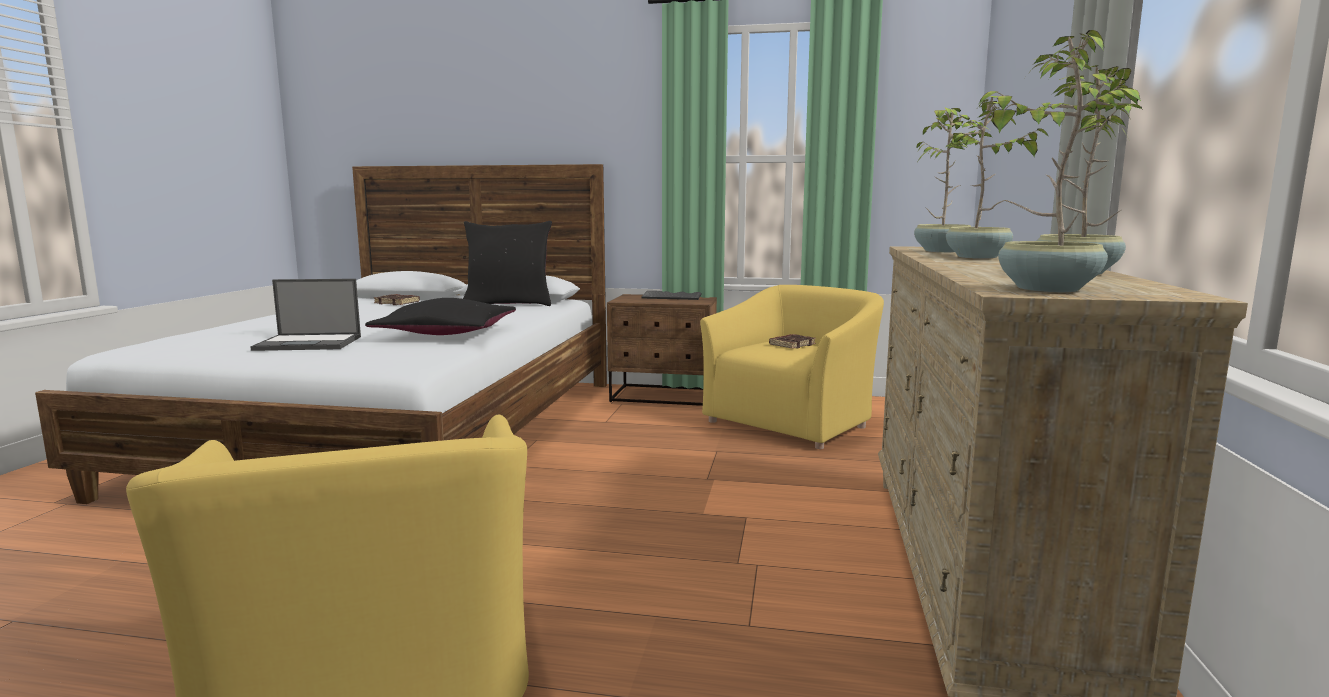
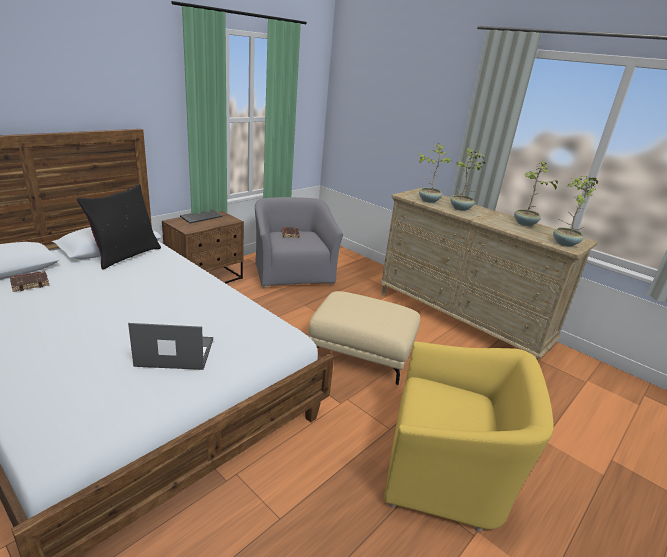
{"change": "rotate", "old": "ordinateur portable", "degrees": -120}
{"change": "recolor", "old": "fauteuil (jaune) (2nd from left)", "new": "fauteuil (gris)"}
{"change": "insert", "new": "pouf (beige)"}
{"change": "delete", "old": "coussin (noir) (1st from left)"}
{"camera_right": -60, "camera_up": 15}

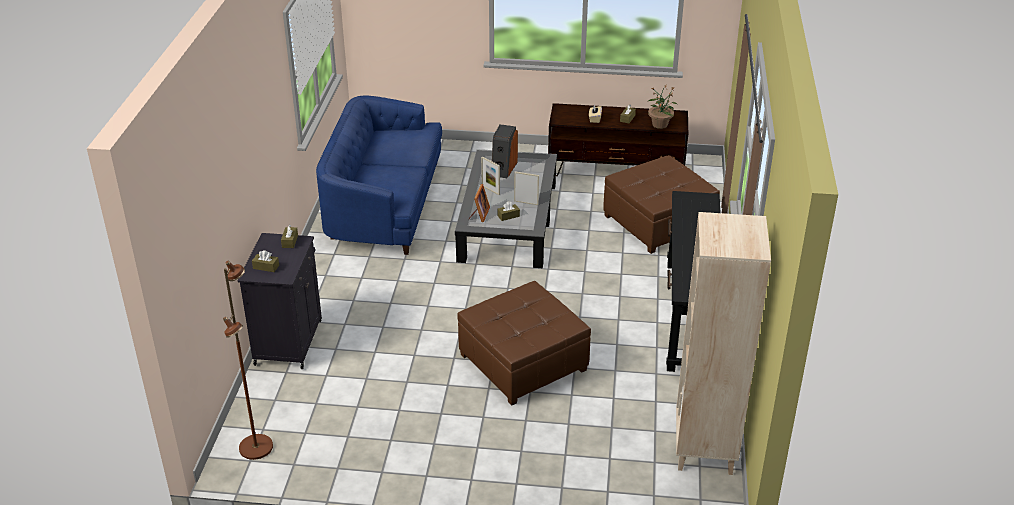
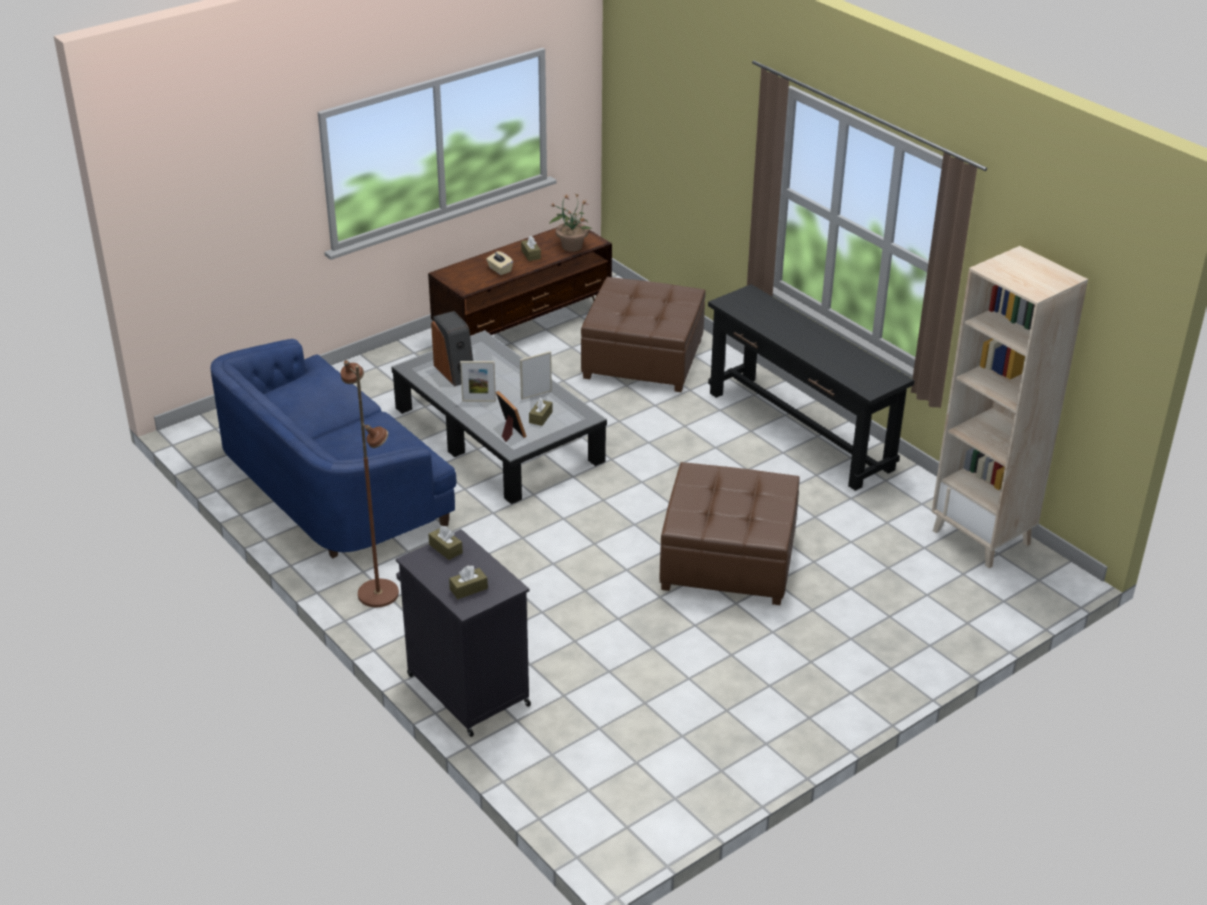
{"change": "move", "old": "lampadaire (marron)"}
{"camera_right": -45, "camera_up": 0}

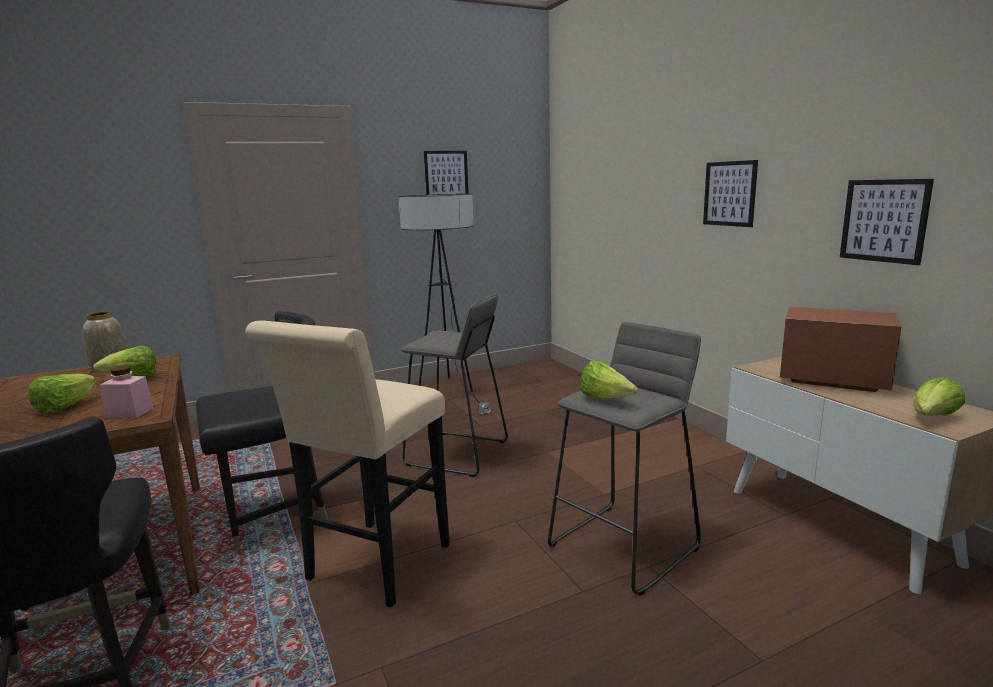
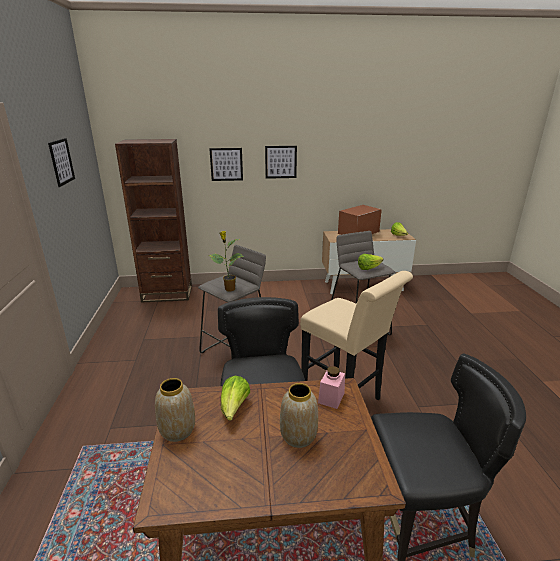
{"change": "insert", "new": "bibliothèque (marron)"}
{"change": "move", "old": "tableau (3rd from left in the first image)", "new": "tableau (2nd from left)"}
{"change": "insert", "new": "plante en pot"}
{"change": "replace", "old": "laitue (1st from left)", "new": "vase (2nd from left)"}
{"change": "delete", "old": "lampadaire"}
{"camera_right": -70, "camera_up": 10}

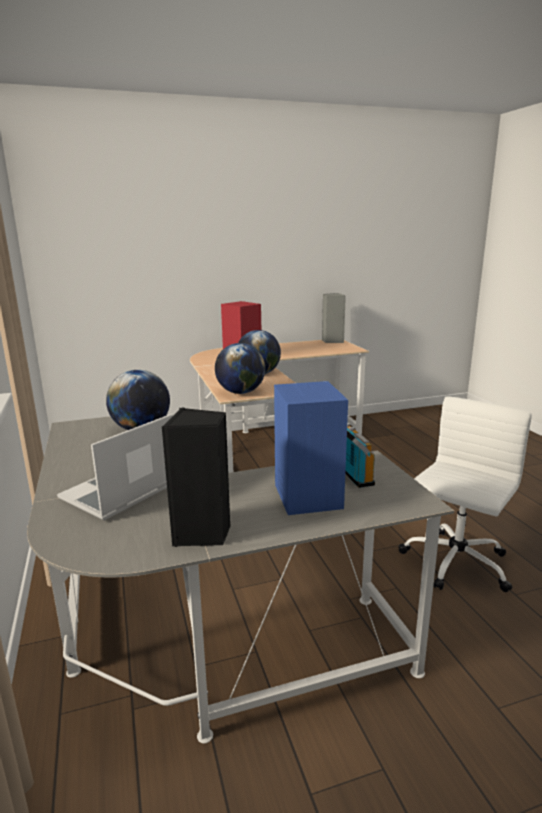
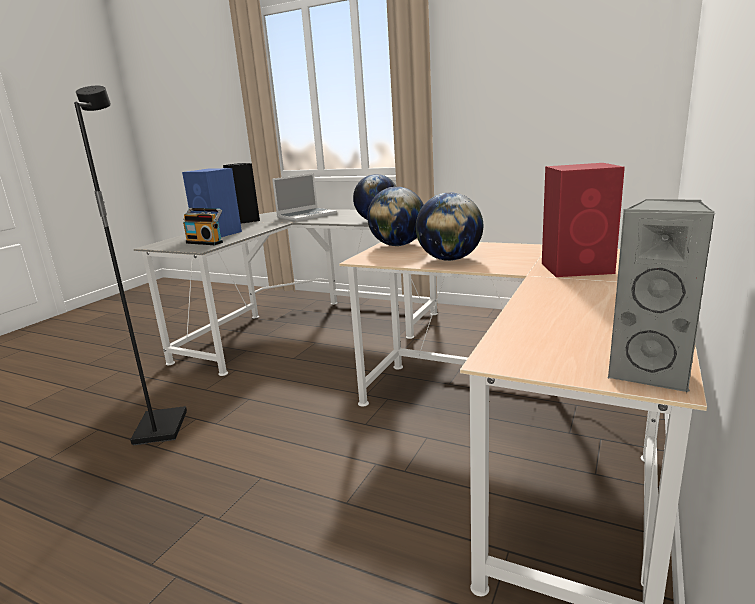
{"change": "replace", "old": "chaise de bureau (blanc)", "new": "lampadaire (noir)"}
{"change": "rotate", "old": "ordinateur portable", "degrees": 60}
{"camera_right": 135, "camera_up": 0}

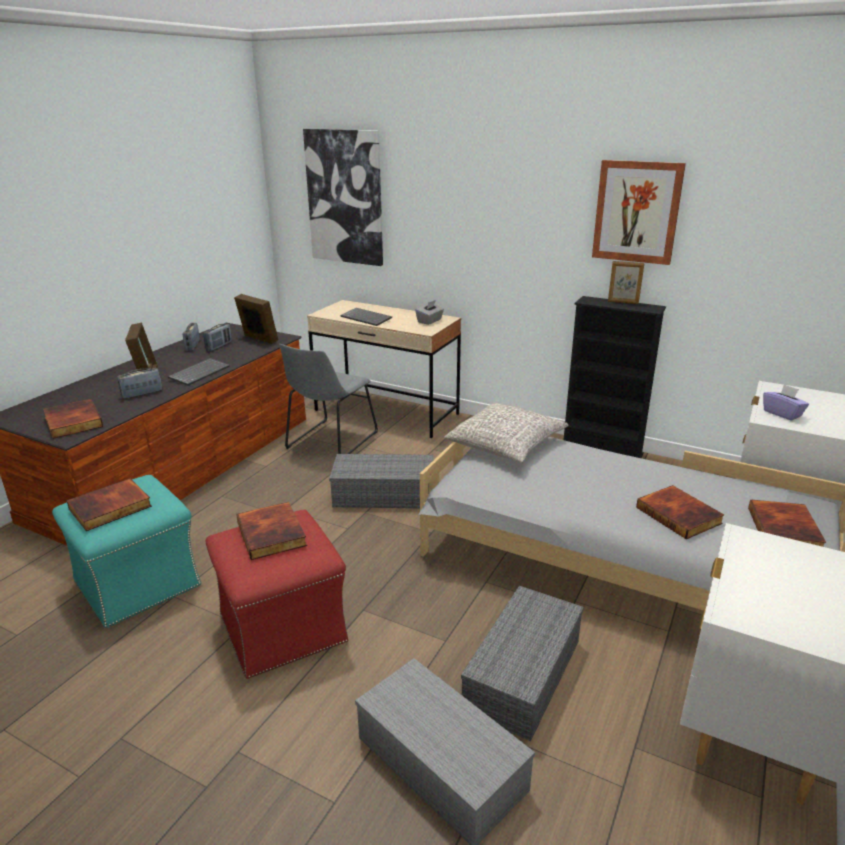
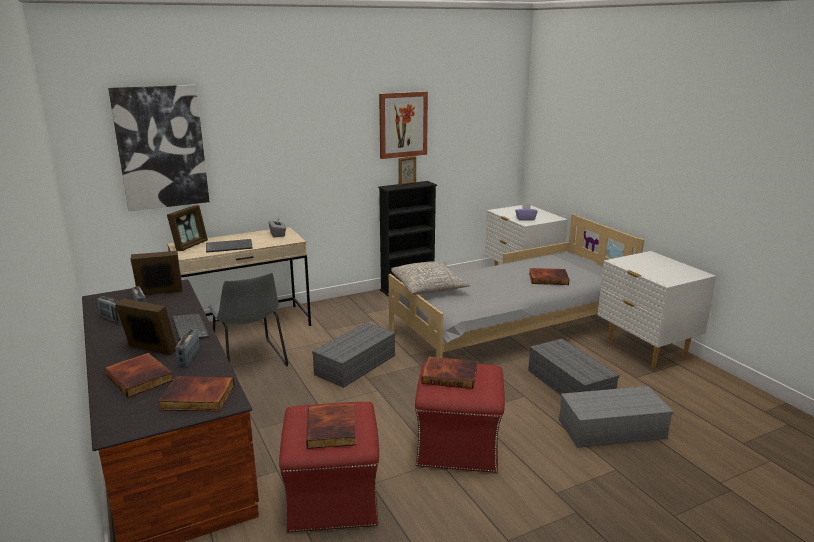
{"change": "move", "old": "livre (5th from left in the first image)", "new": "livre (1st from left)"}
{"change": "insert", "new": "cadre photo (3rd from left)"}
{"change": "recolor", "old": "pouf (turquoise)", "new": "pouf (rouge) (1st from left)"}
{"camera_right": -55, "camera_up": -5}

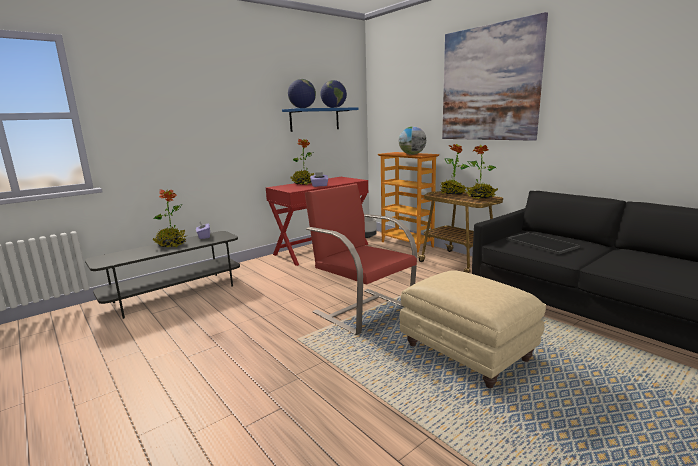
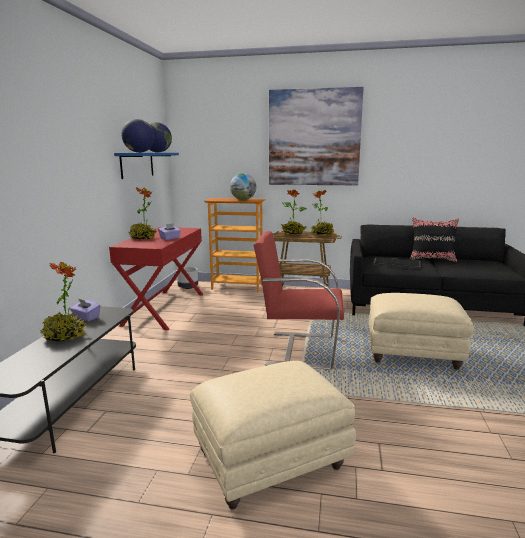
{"change": "insert", "new": "pouf (beige) (1st from left)"}
{"change": "insert", "new": "coussin (noir)"}
{"camera_right": -40, "camera_up": 0}

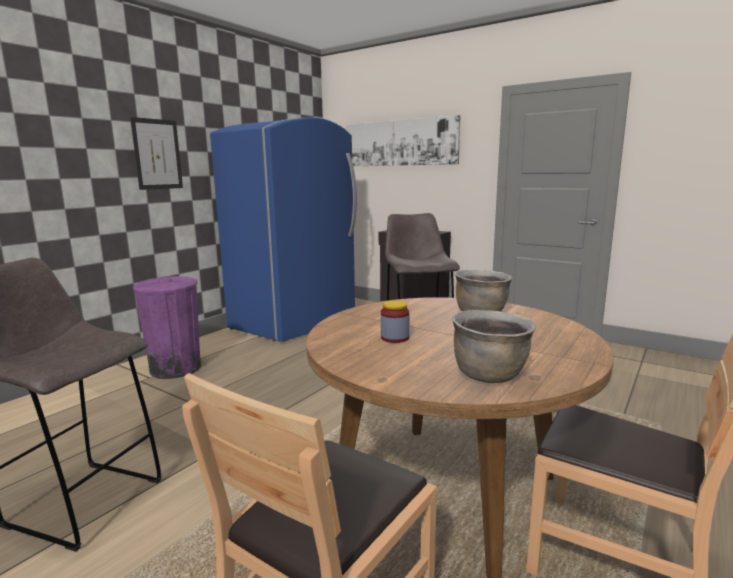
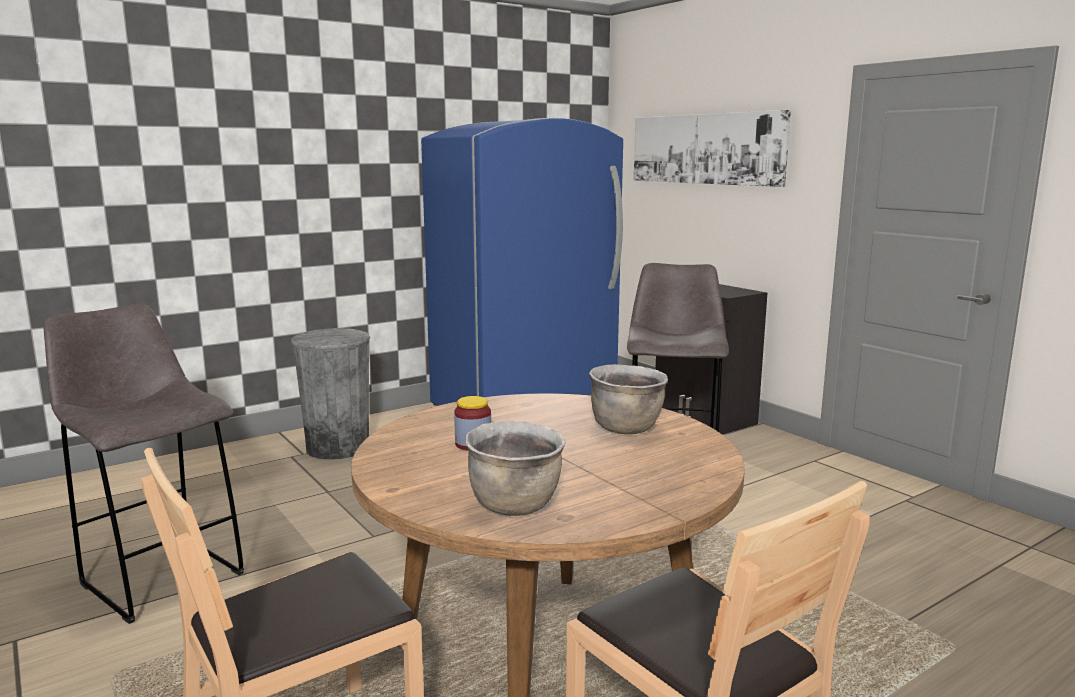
{"change": "recolor", "old": "poubelle (violet)", "new": "poubelle (gris)"}
{"change": "delete", "old": "tableau (1st from left)"}
{"camera_right": 20, "camera_up": 0}

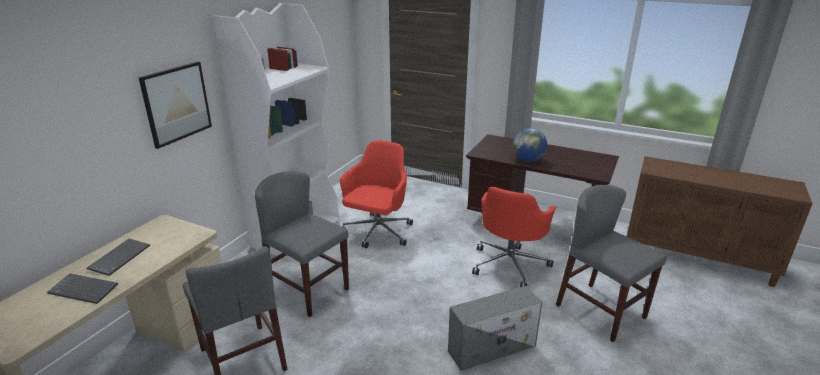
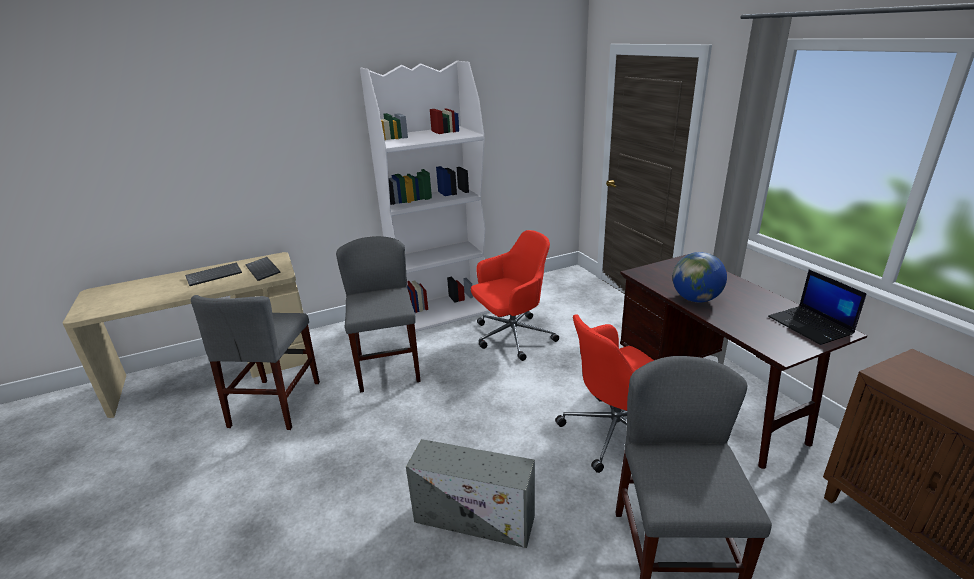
{"change": "move", "old": "clavier (1st from left in the first image)", "new": "clavier (2nd from left)"}
{"change": "insert", "new": "ordinateur portable"}
{"change": "delete", "old": "tableau"}
{"camera_right": 40, "camera_up": 0}

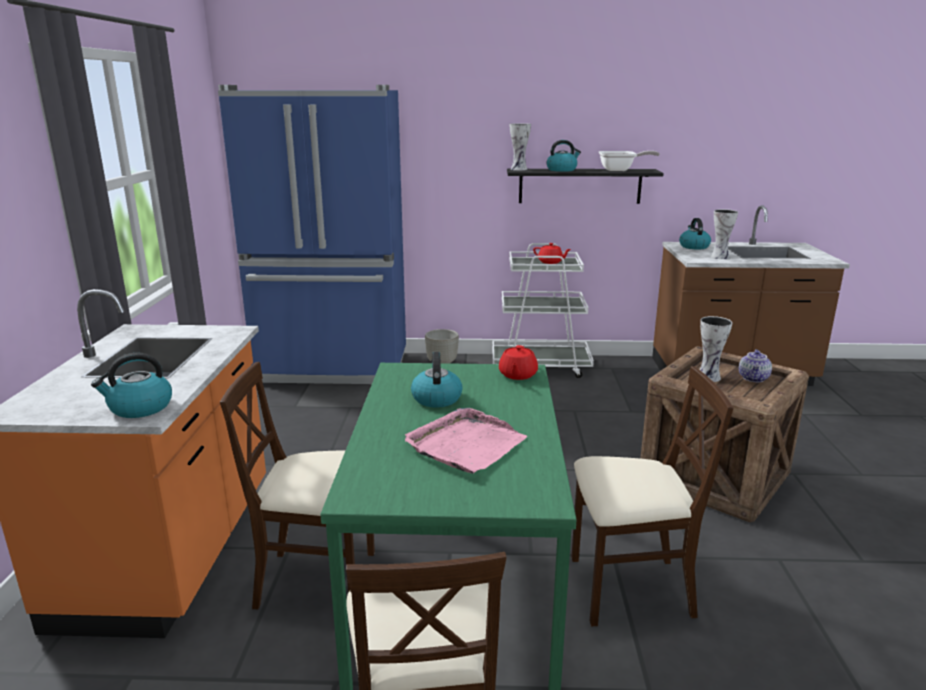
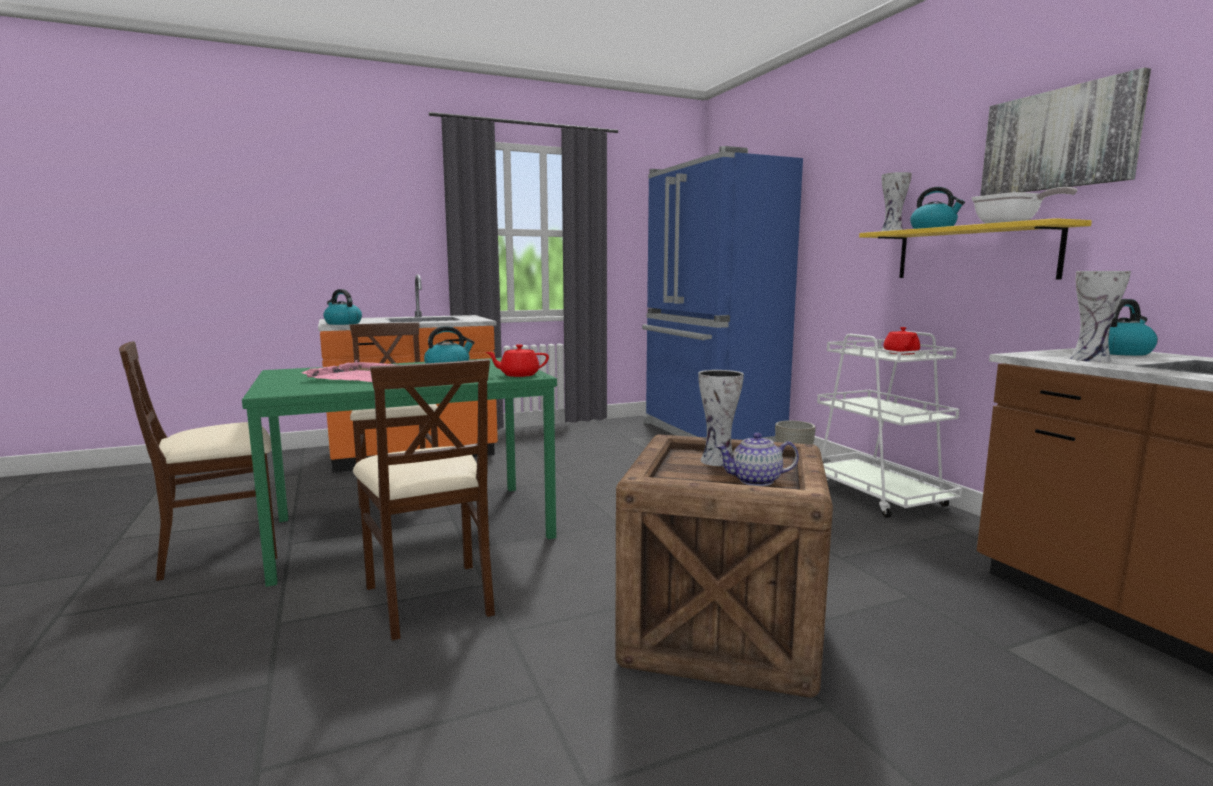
{"change": "recolor", "old": "étagère (noir)", "new": "étagère (jaune)"}
{"change": "insert", "new": "tableau"}
{"camera_right": 65, "camera_up": -10}

